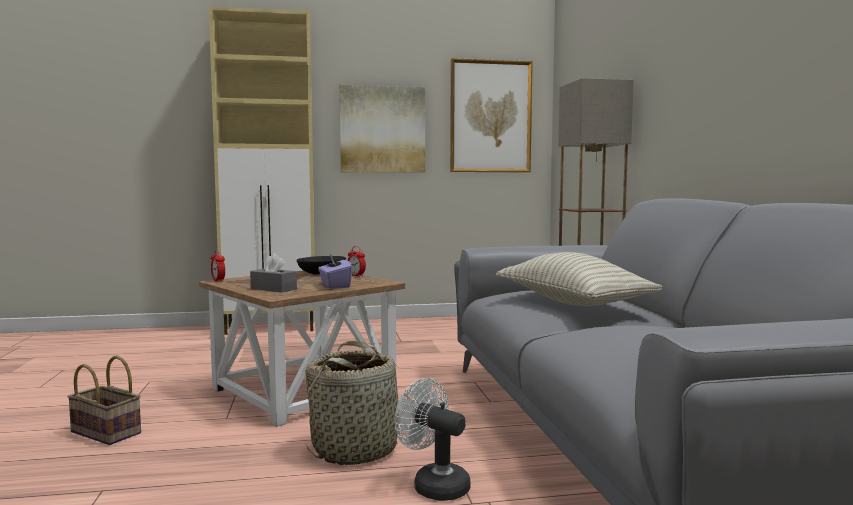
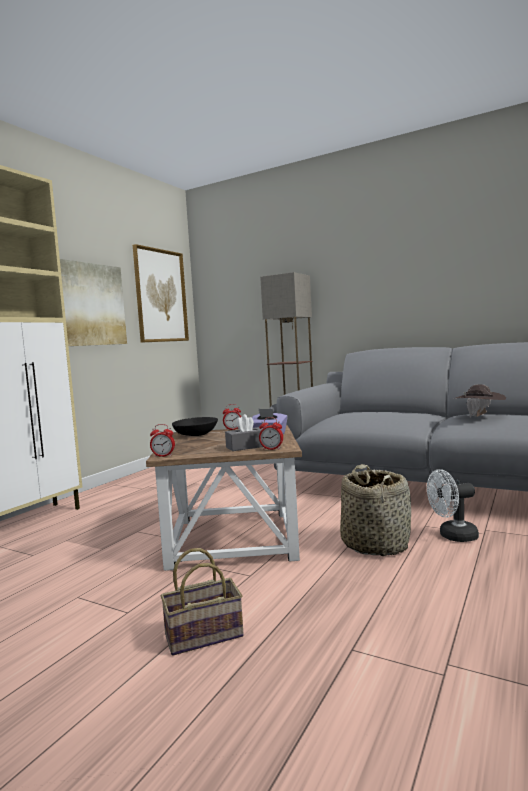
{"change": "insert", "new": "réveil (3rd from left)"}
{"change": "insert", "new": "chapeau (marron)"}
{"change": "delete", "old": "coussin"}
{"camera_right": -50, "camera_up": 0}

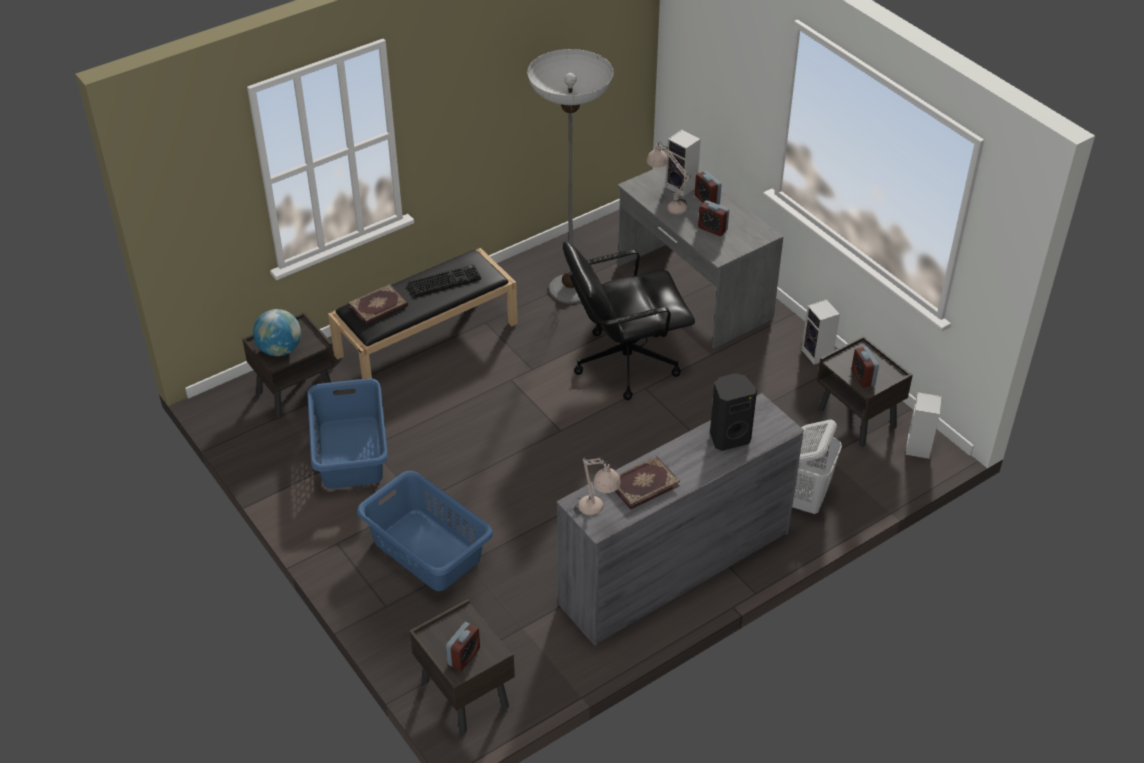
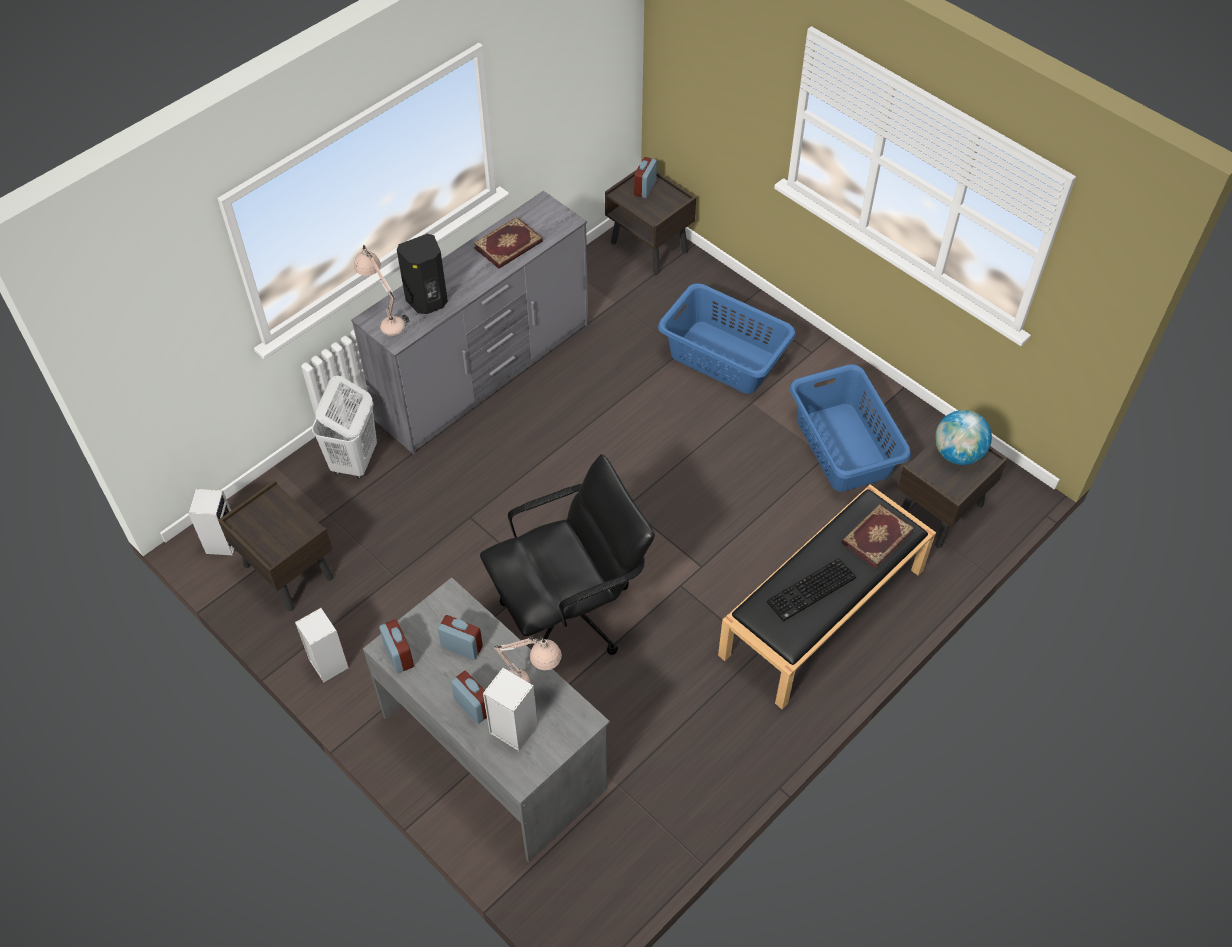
{"change": "move", "old": "lampe de table (beige) (1st from left)"}
{"change": "move", "old": "réveil (4th from left in the first image)", "new": "réveil (1st from left)"}
{"change": "delete", "old": "lampadaire"}
{"camera_right": 170, "camera_up": 10}

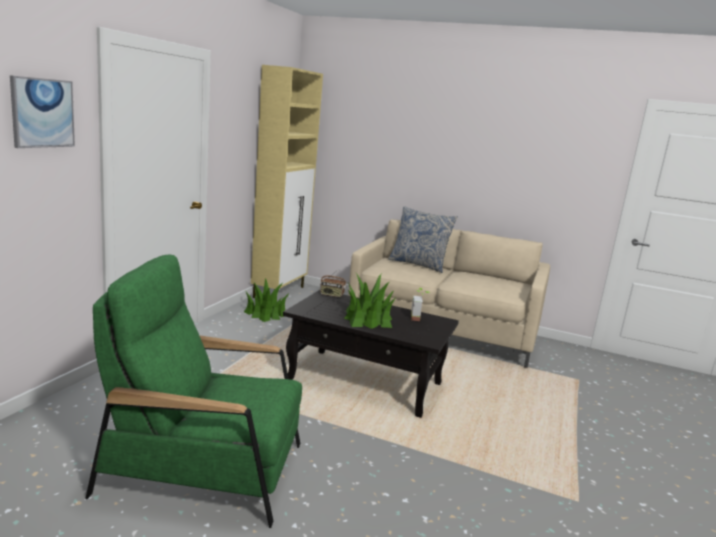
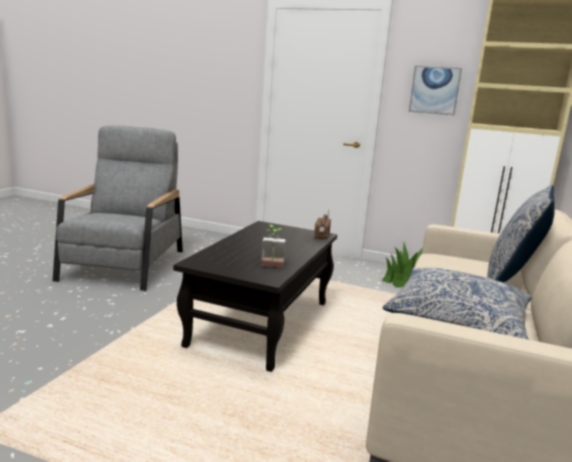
{"change": "recolor", "old": "fauteuil (vert)", "new": "fauteuil (gris)"}
{"change": "insert", "new": "coussin (1st from left)"}
{"change": "move", "old": "tableau"}
{"change": "delete", "old": "plante en pot (2nd from left)"}
{"camera_right": 90, "camera_up": 0}

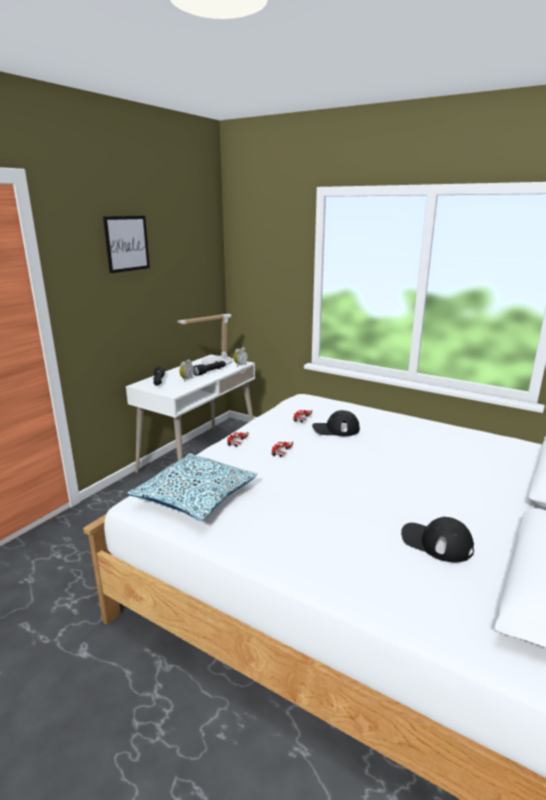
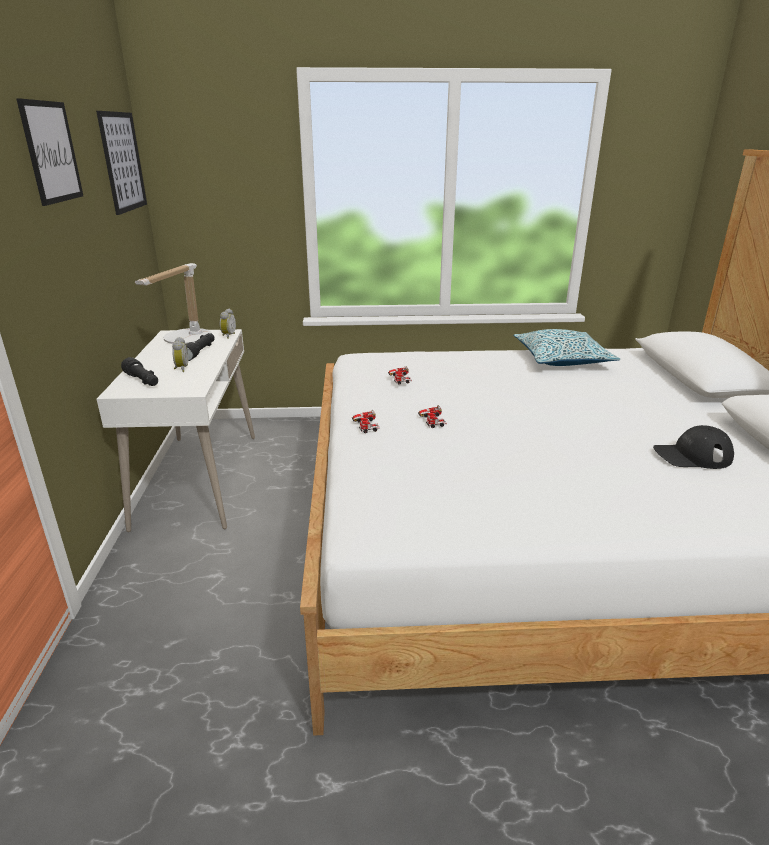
{"change": "insert", "new": "tableau (2nd from left)"}
{"change": "move", "old": "coussin"}
{"change": "delete", "old": "casquette (noir) (1st from left)"}
{"camera_right": -35, "camera_up": 5}

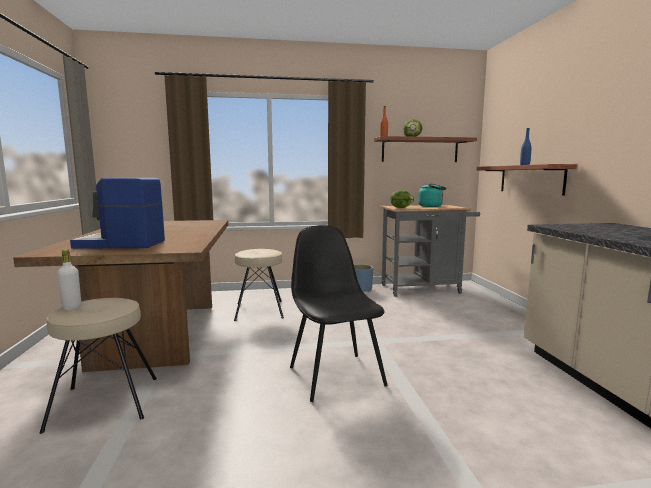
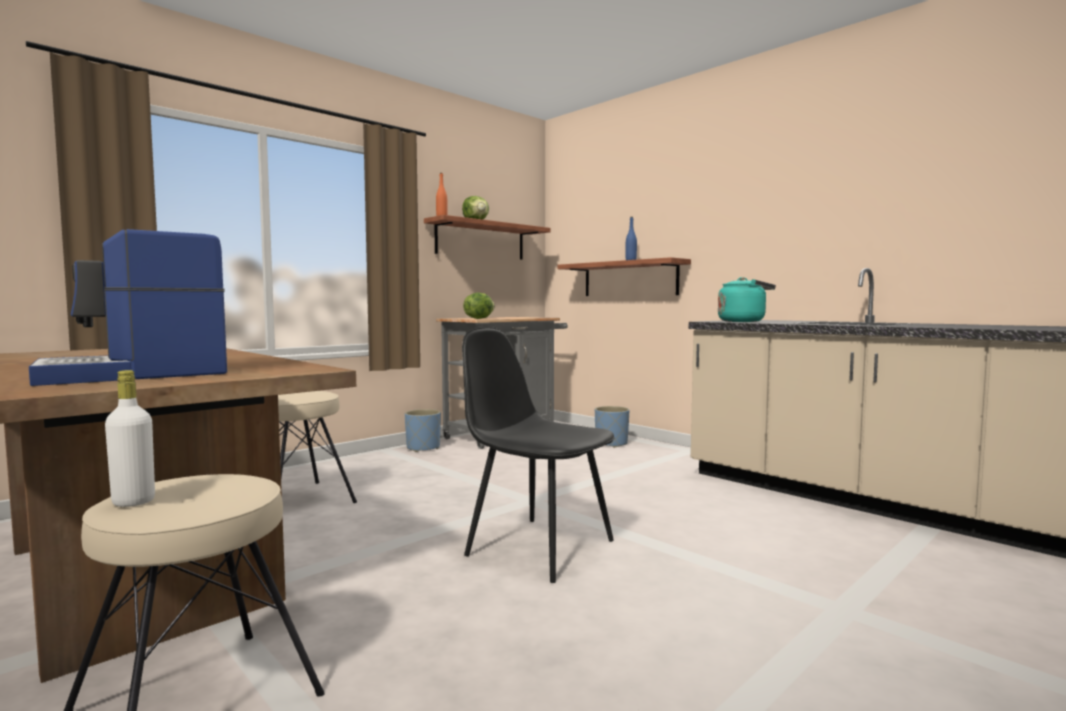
{"change": "insert", "new": "cache-pot (bleu) (2nd from left)"}
{"change": "move", "old": "bouilloire (turquoise)"}
{"camera_right": -35, "camera_up": -5}

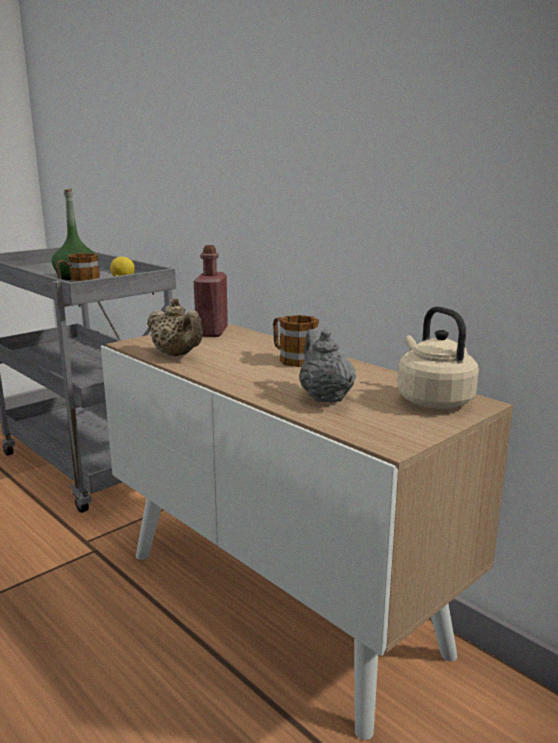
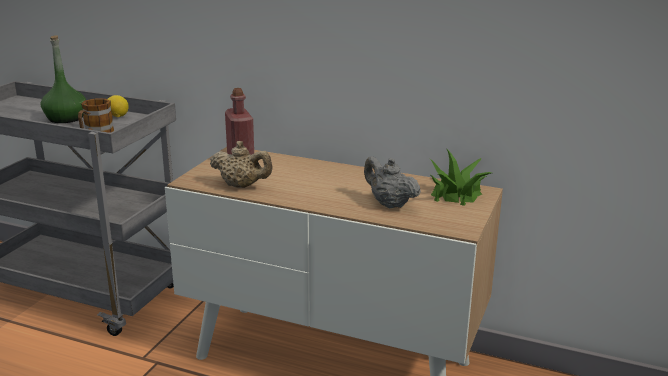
{"change": "replace", "old": "bouilloire (beige)", "new": "plante en pot"}
{"change": "delete", "old": "mug (2nd from left)"}
{"camera_right": -25, "camera_up": 5}

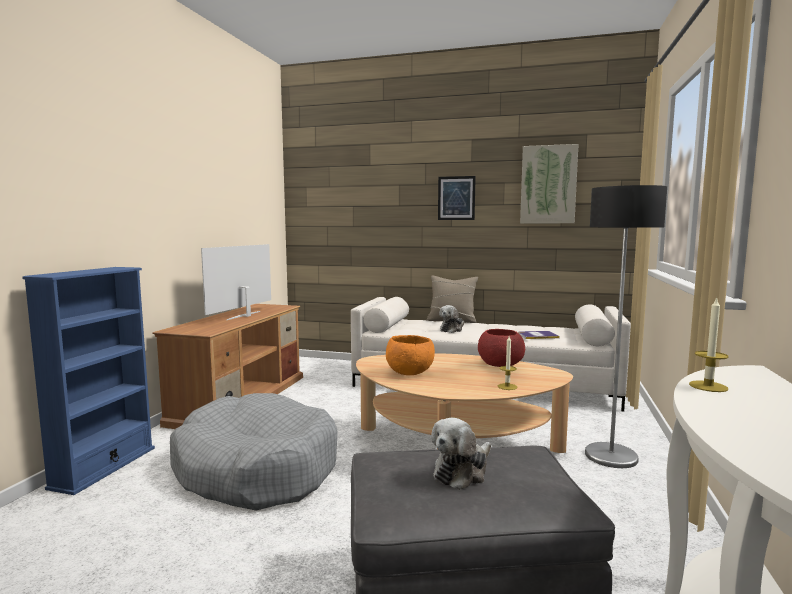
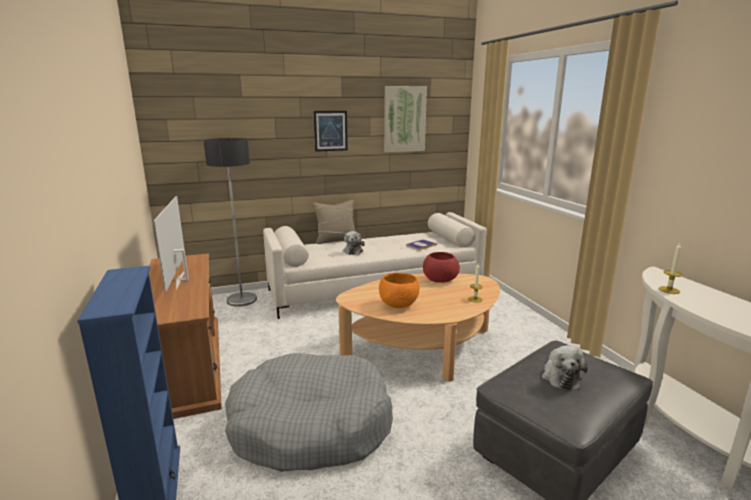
{"change": "move", "old": "lampadaire"}
{"camera_right": -35, "camera_up": 10}

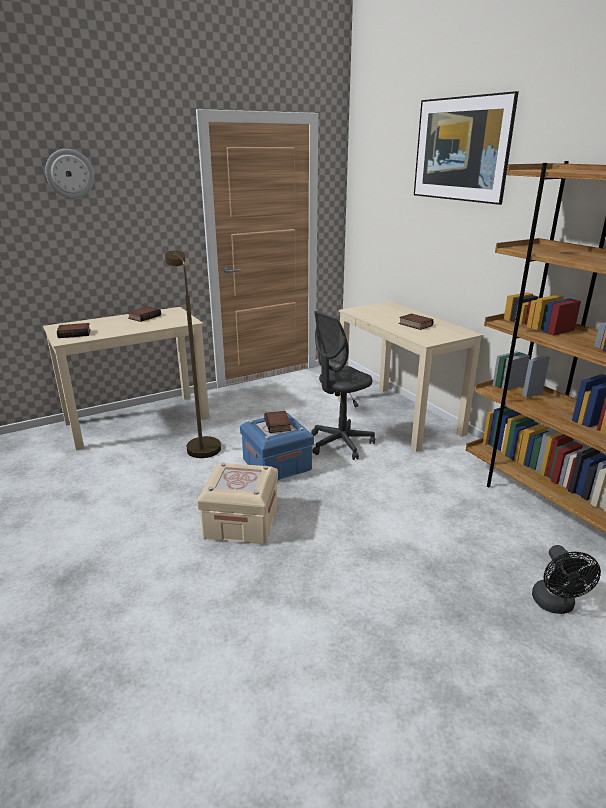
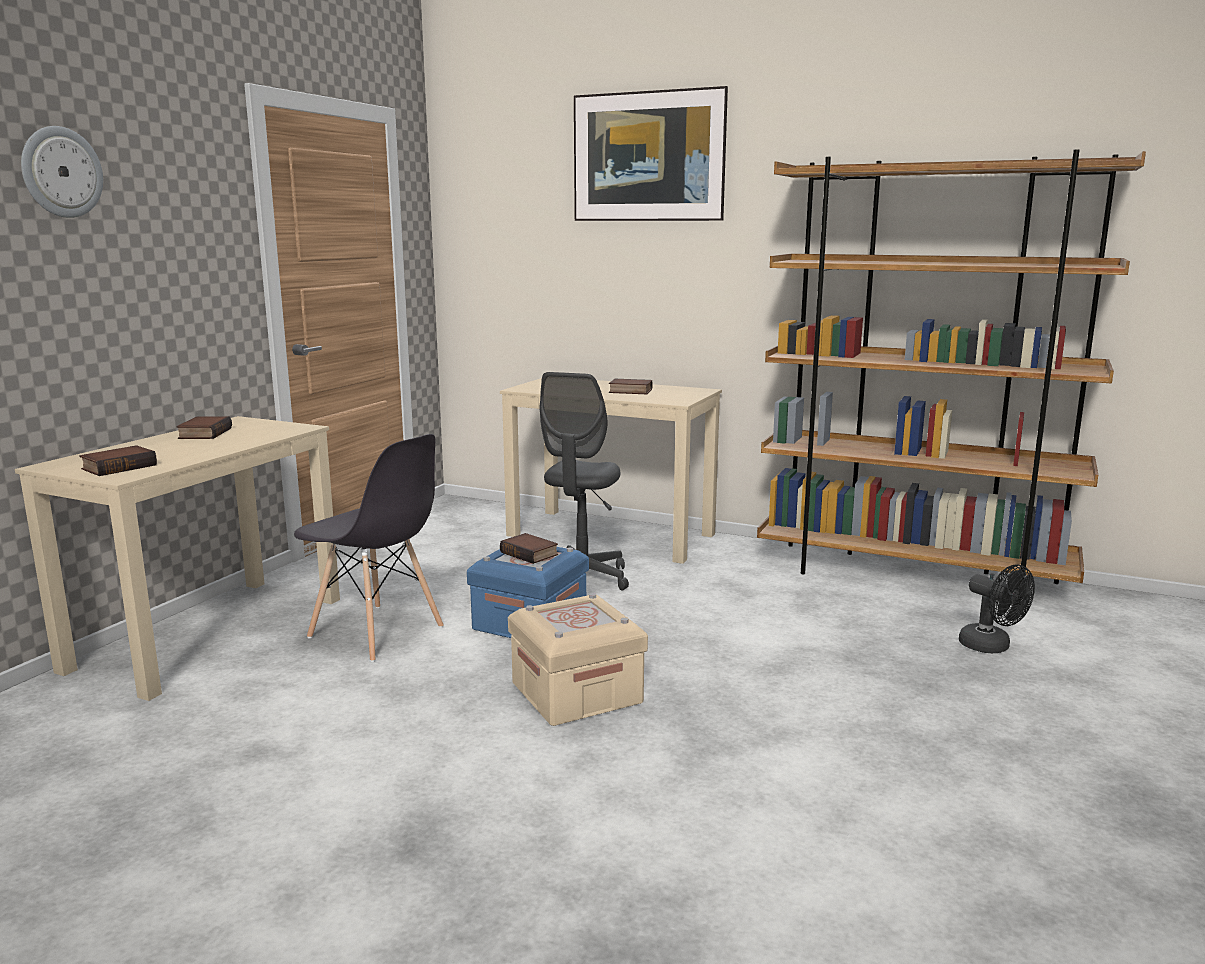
{"change": "replace", "old": "lampadaire (marron)", "new": "chaise (gris)"}
{"camera_right": -35, "camera_up": -10}

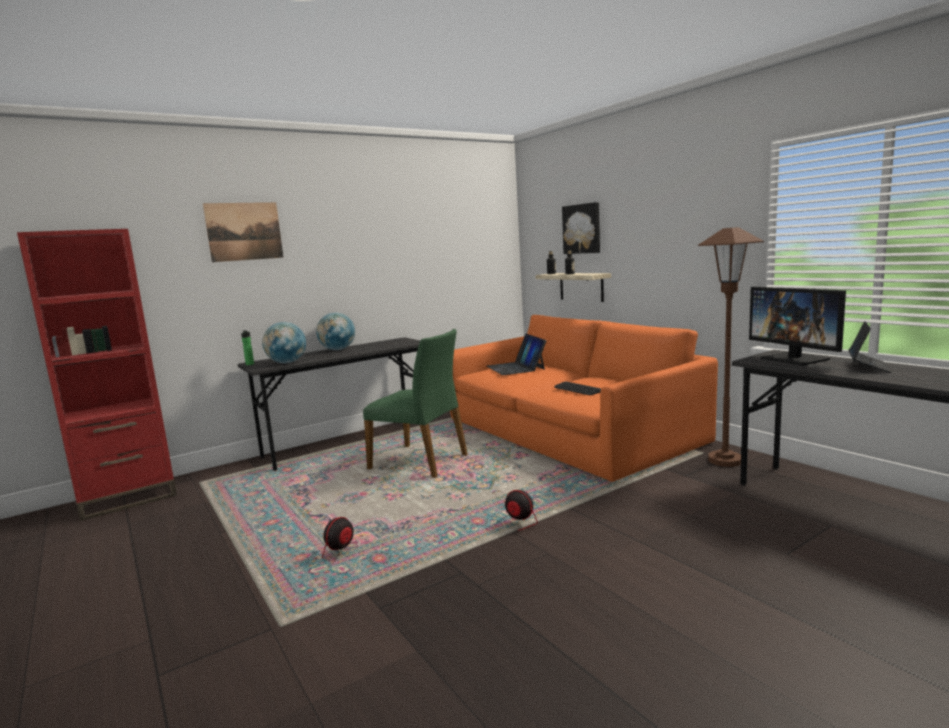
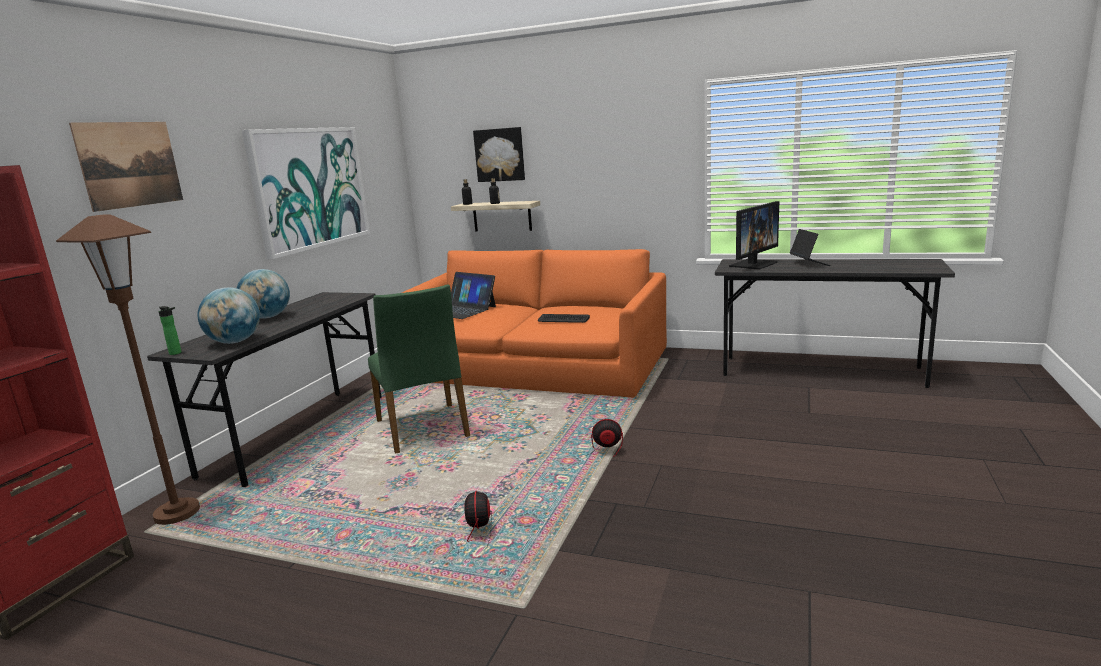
{"change": "move", "old": "lampadaire (marron)"}
{"change": "insert", "new": "tableau (2nd from left)"}
{"change": "rotate", "old": "chaise (vert)", "degrees": 75}
{"change": "rotate", "old": "écran d'ordinateur", "degrees": -75}
{"camera_right": -35, "camera_up": 5}

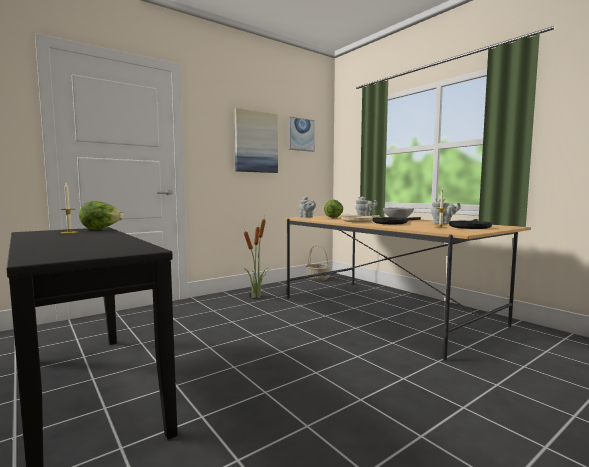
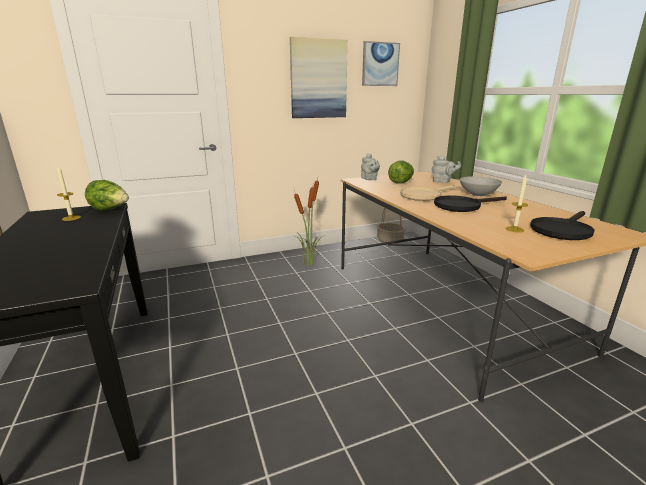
{"change": "delete", "old": "théière (gris) (3rd from left)"}
{"camera_right": 15, "camera_up": 15}

